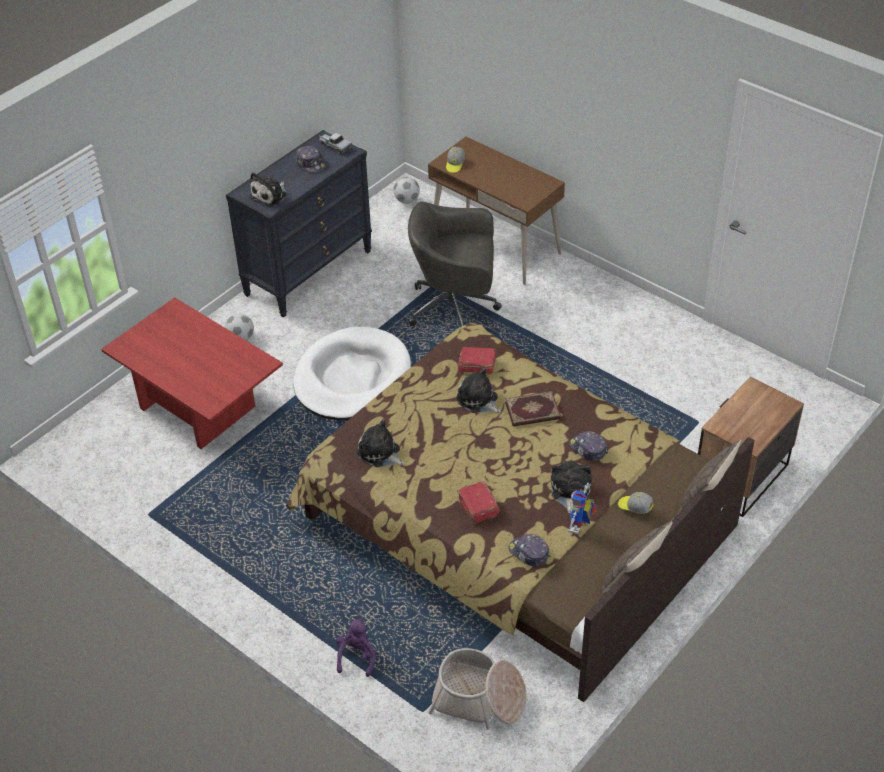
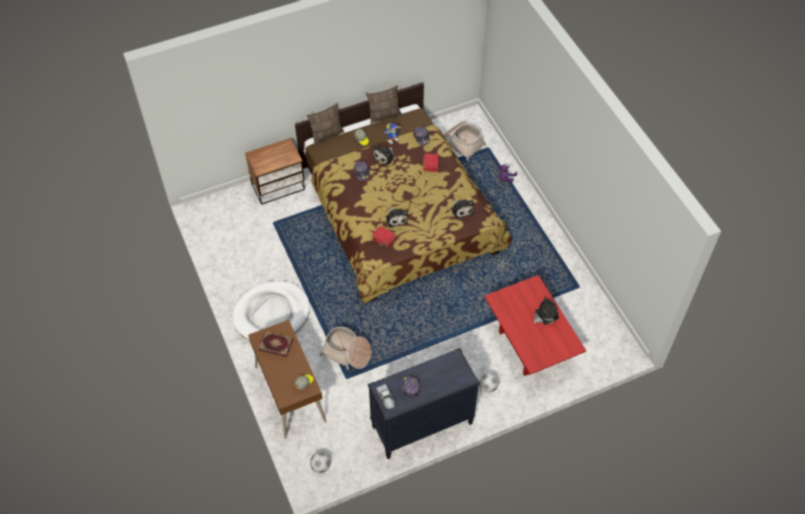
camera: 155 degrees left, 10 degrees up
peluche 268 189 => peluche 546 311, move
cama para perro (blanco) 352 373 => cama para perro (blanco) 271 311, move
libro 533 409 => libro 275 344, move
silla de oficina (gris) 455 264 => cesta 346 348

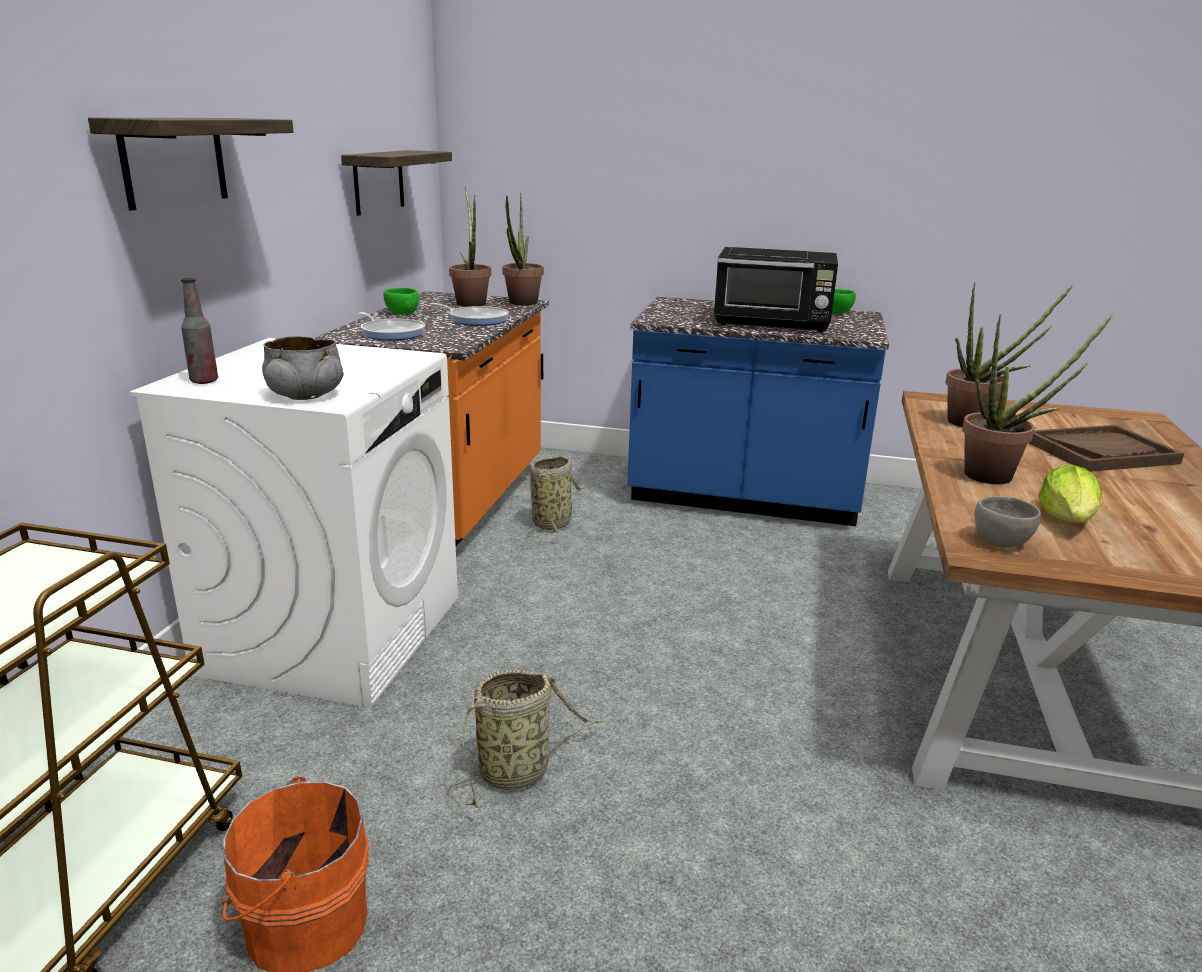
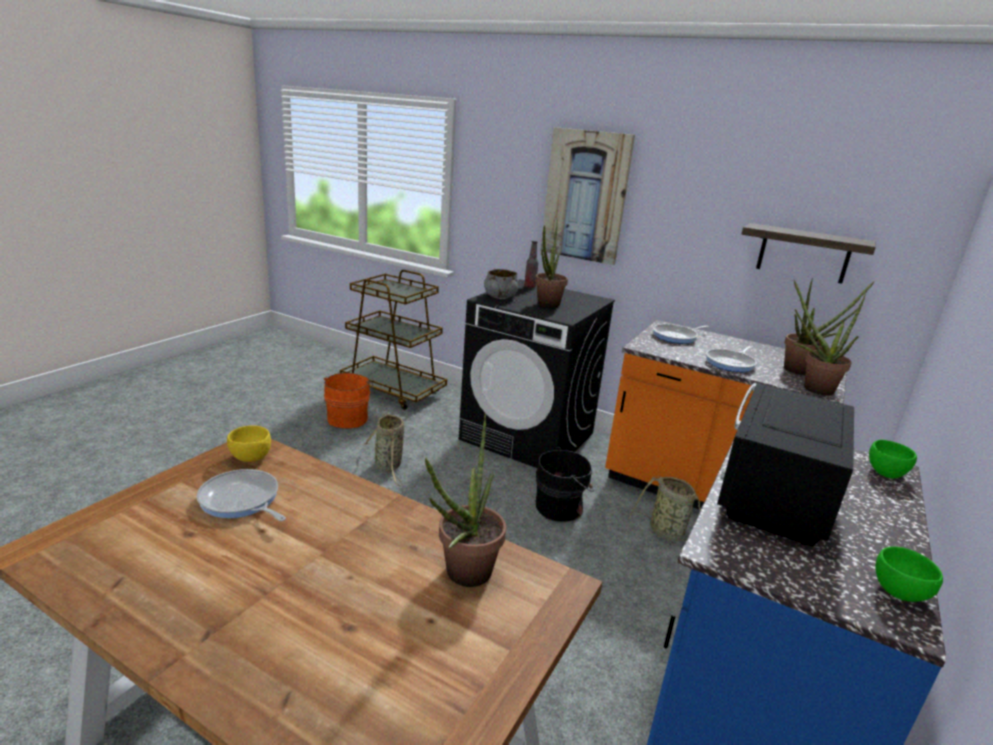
camera: 105 degrees right, 0 degrees up
bandeja (marrón) 1107 448 => nothing
nothing => cubo (negro) 565 484
cuenco (verde) 401 301 => cuenco (verde) 893 459, move
planta en maceta 1037 398 => planta en maceta 551 264, move
estante 191 164 => cuadro 588 196
lechuga 1070 493 => sartén 241 495
lavadora (blanco) 293 523 => lavadora (negro) 537 373
cuenco (gris) 1007 522 => cuenco (amarillo) 249 443

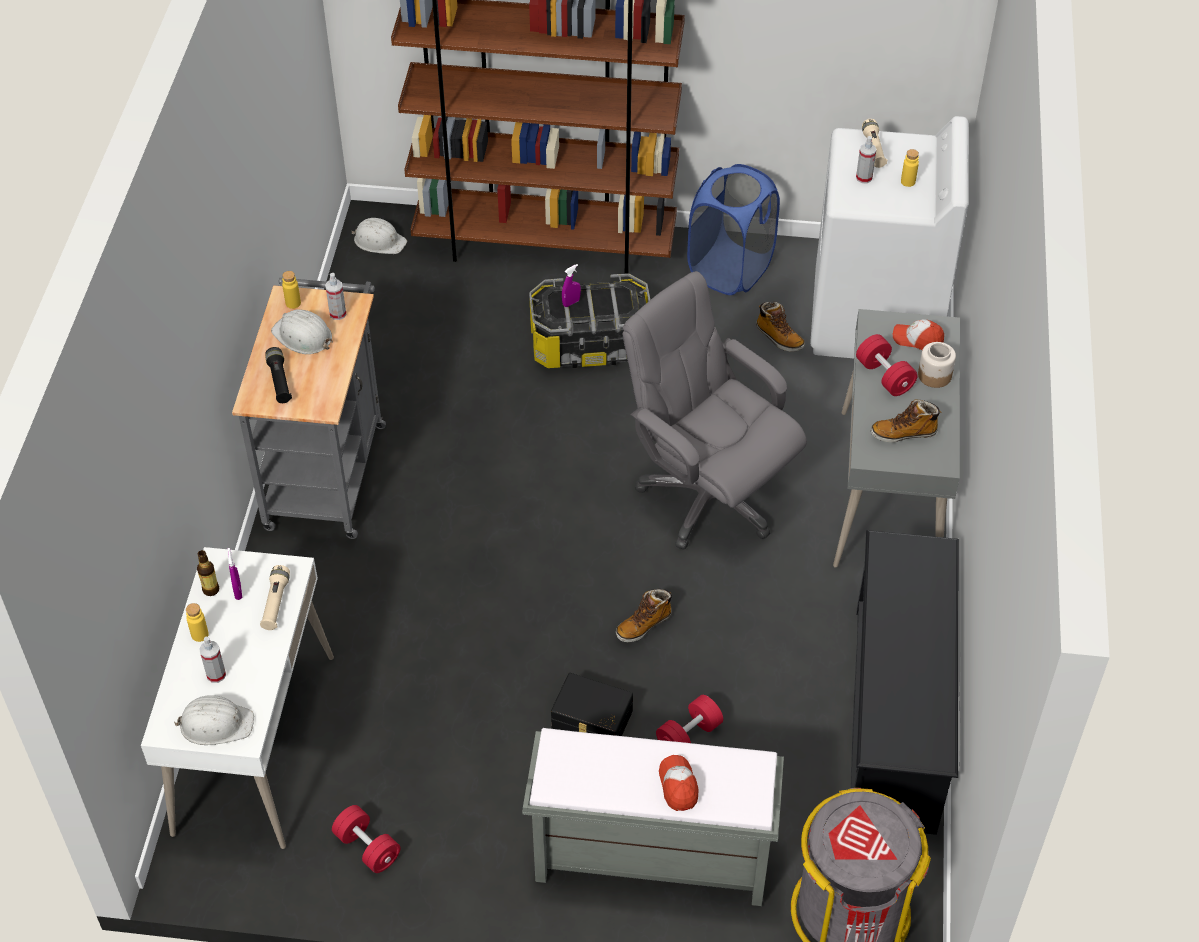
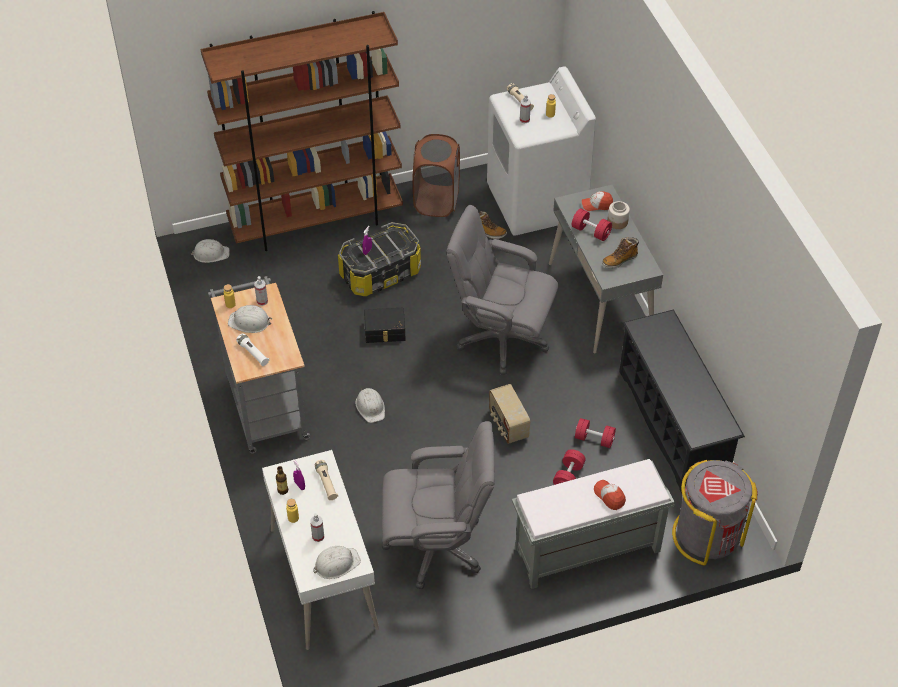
camera: 25 degrees left, 0 degrees up
nothing => casco (blanco) 370 405
nothing => silla de oficina (gris) 438 505
mancuerna (rojo) 366 839 => mancuerna (rojo) 595 433, move
caja de almacenaje (negro) 592 704 => caja de almacenaje (negro) 385 325, move
bota 644 615 => radio 509 414
linterna (negro) 278 375 => linterna (blanco) 252 350
cesto de la ropa (azul) 733 229 => cesto de la ropa (marrón) 436 175

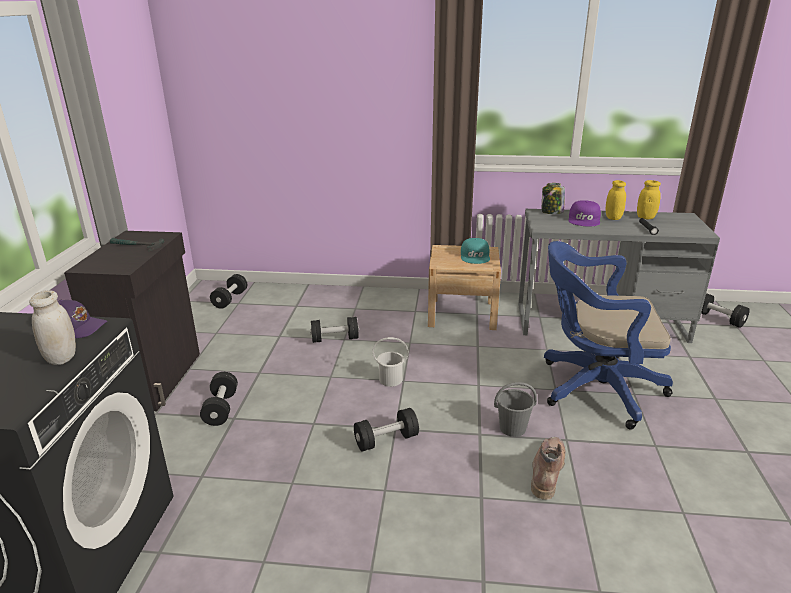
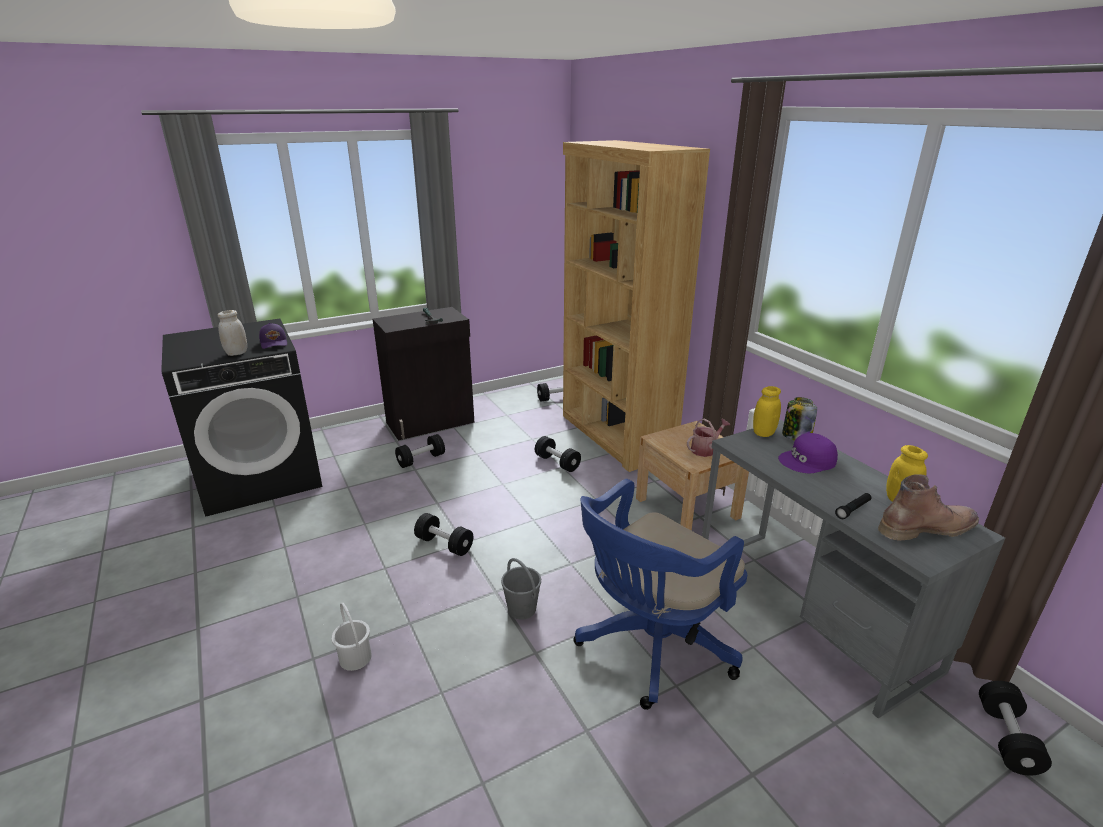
camera: 55 degrees right, 0 degrees up
nothing => estantería (marrón) 636 306
cubo (blanco) 390 362 => cubo (blanco) 351 637, move
bota (marrón) 548 468 => bota (marrón) 928 507, move
tarro (amarillo) 616 200 => tarro (amarillo) 767 411, move
gorra (turquesa) 475 251 => regadera 708 437
silla de oficina (azul) 608 335 => silla de oficina (azul) 660 594, 105 degrees counterclockwise

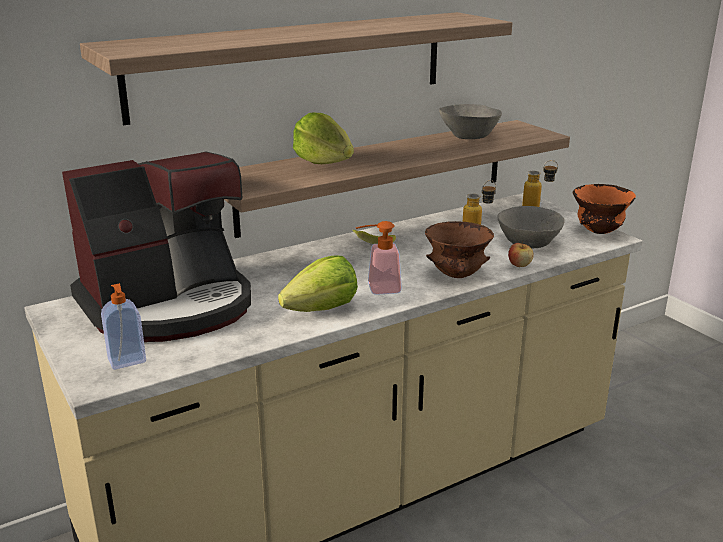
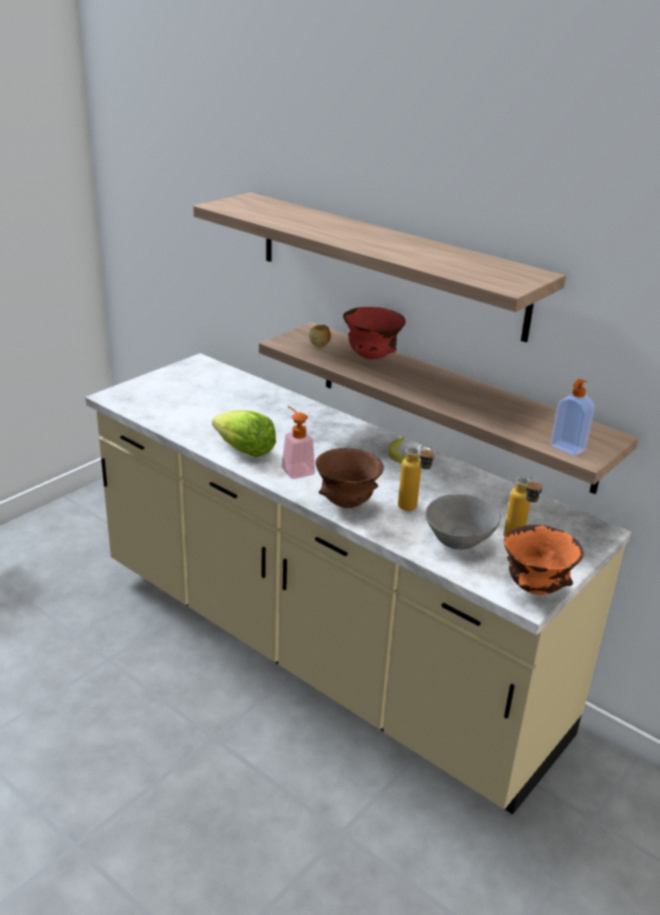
camera: 70 degrees right, 5 degrees up
cafetera 156 247 => nothing
cuenco (gris) 470 121 => nothing
dispensador de jabón 123 326 => dispensador de jabón 572 417, move
manzana 520 254 => manzana 320 336, move
lechuga 323 138 => cuenco (rojo) 374 333

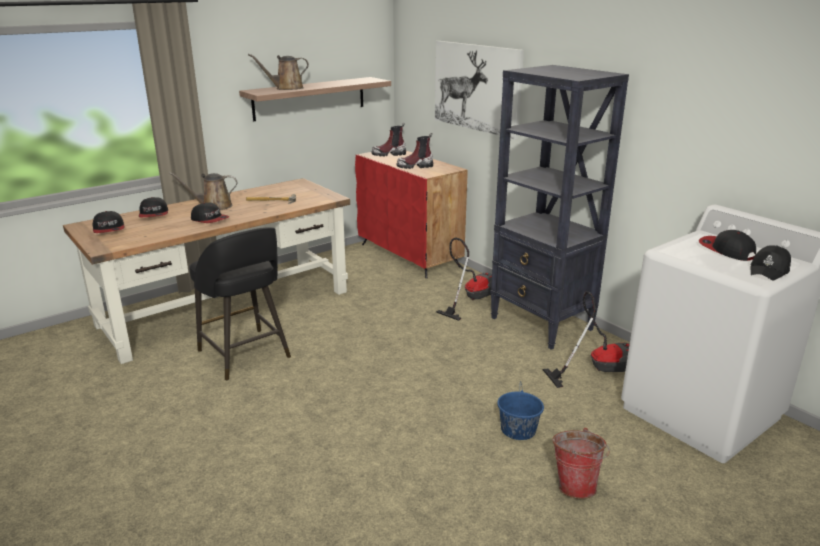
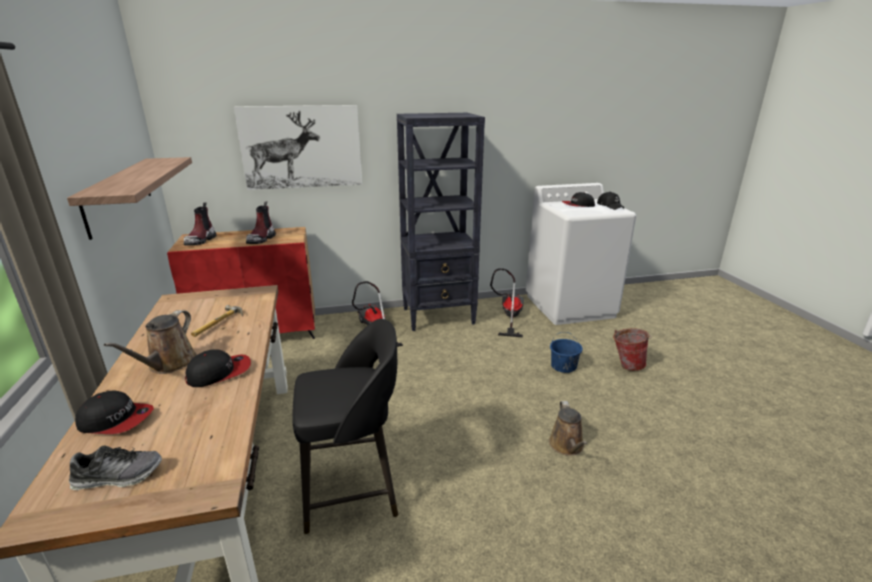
camera: 65 degrees left, 0 degrees up
regadera (marrón) 278 72 => regadera (marrón) 568 428, move
gorra 108 222 => zapato 115 467

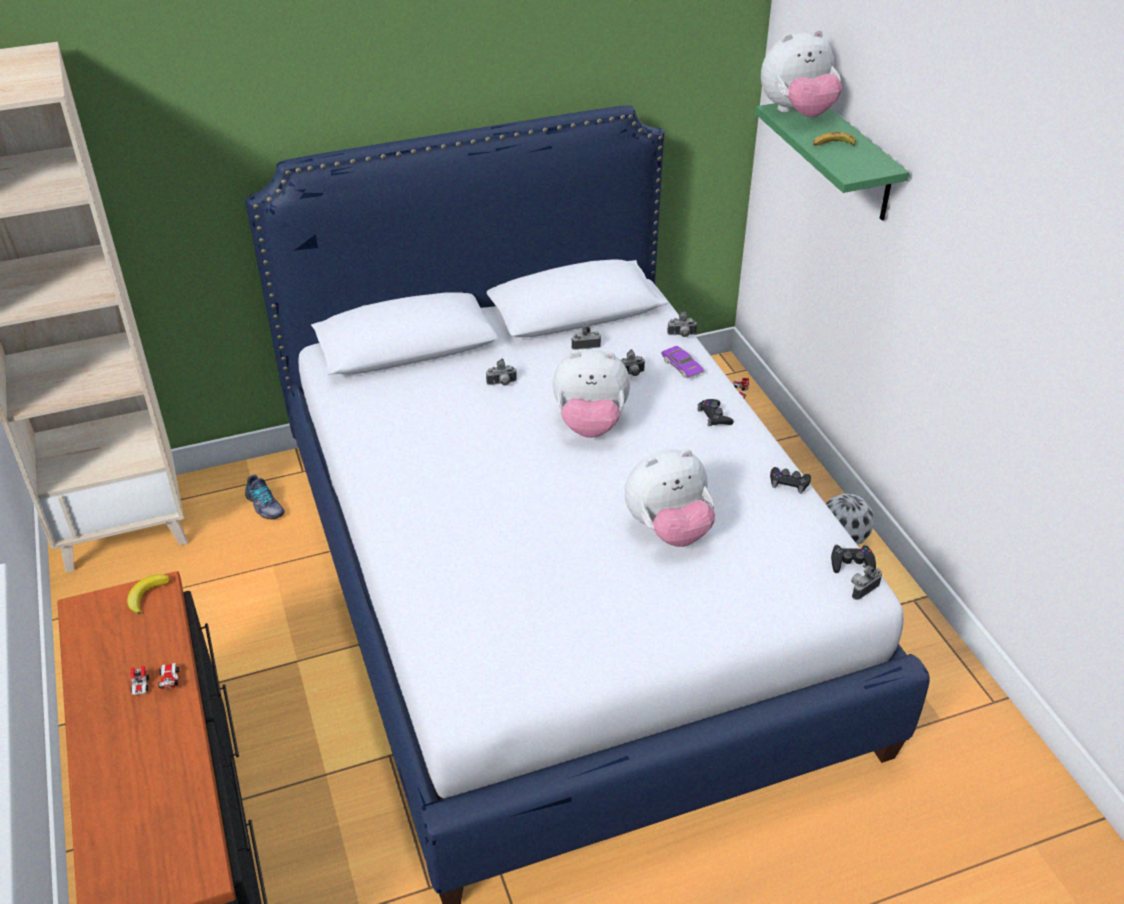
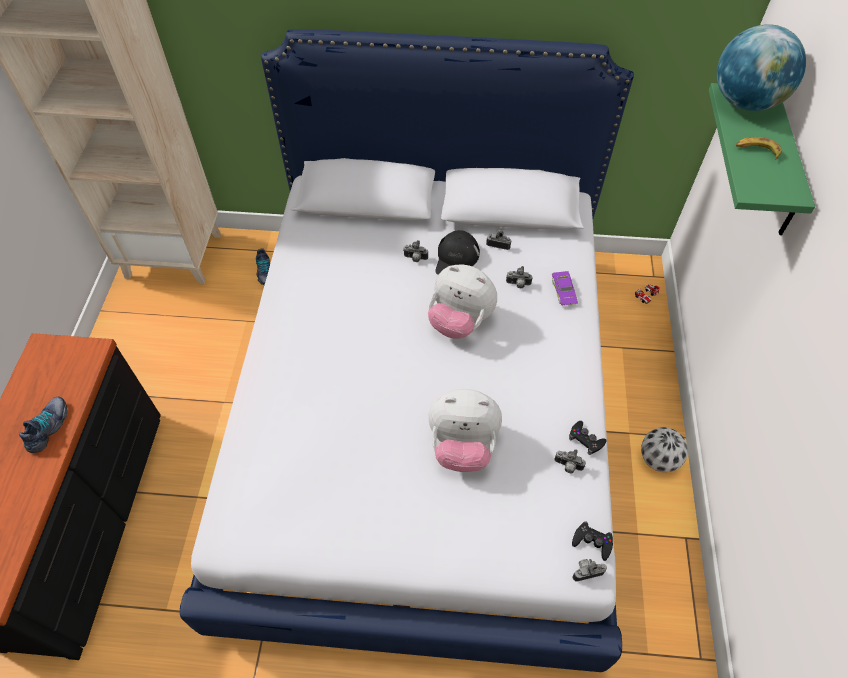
camera: 25 degrees right, 15 degrees up
plátano 148 594 => nothing
mando de consola (negro) 716 412 => nothing
nothing => gorra (negro) 457 252
cámara 682 324 => cámara 570 461, move
coche de juguete 154 679 => zapato 43 425
peluche 801 73 => globo terráqueo 761 67

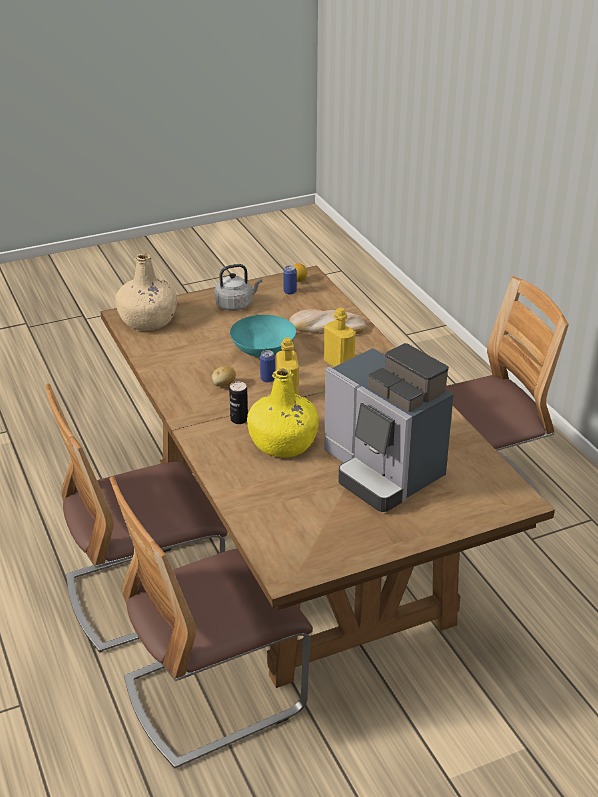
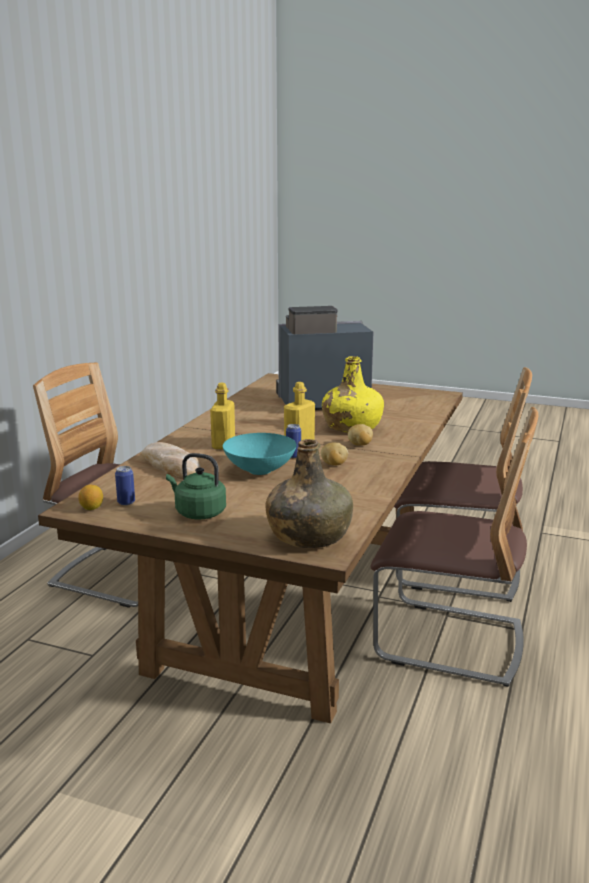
camera: 135 degrees left, 15 degrees down
lata 238 403 => patata 360 435
botella (beis) 146 292 => botella (verde) 309 493
hervidor (gris) 238 287 => hervidor (verde) 196 486
cafetera 389 427 => cafetera 324 358, 105 degrees counterclockwise

